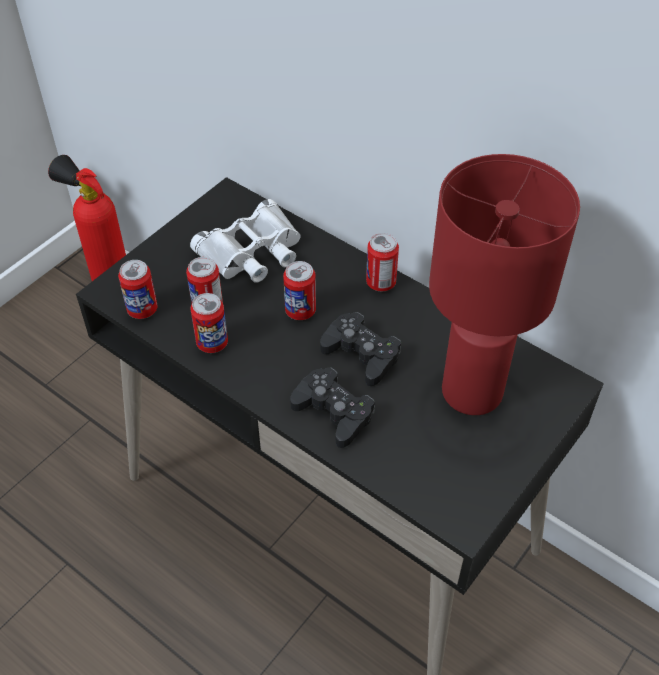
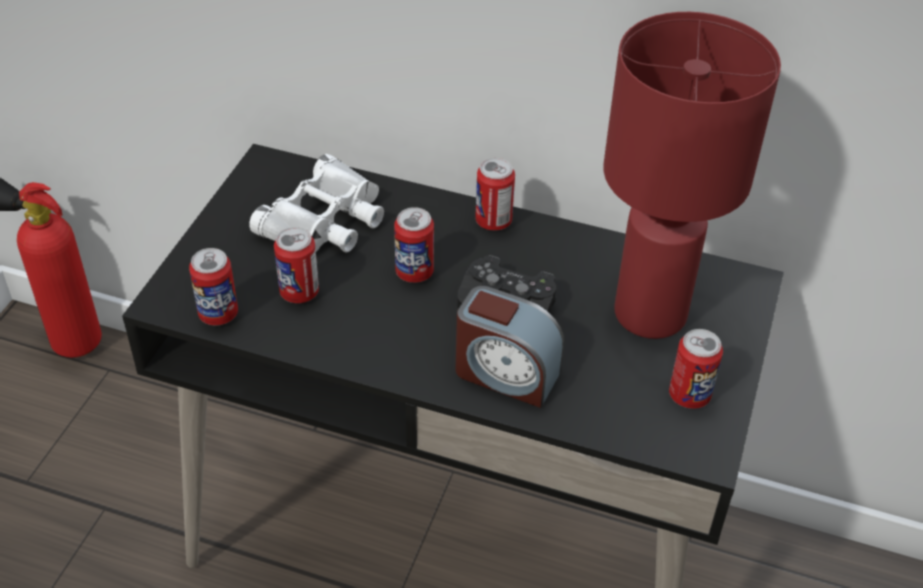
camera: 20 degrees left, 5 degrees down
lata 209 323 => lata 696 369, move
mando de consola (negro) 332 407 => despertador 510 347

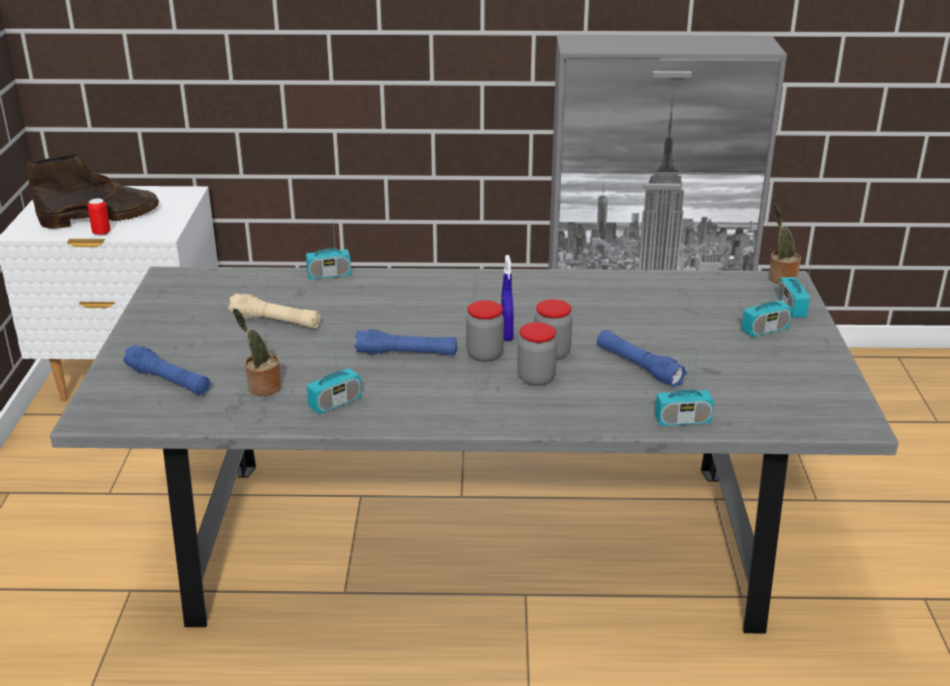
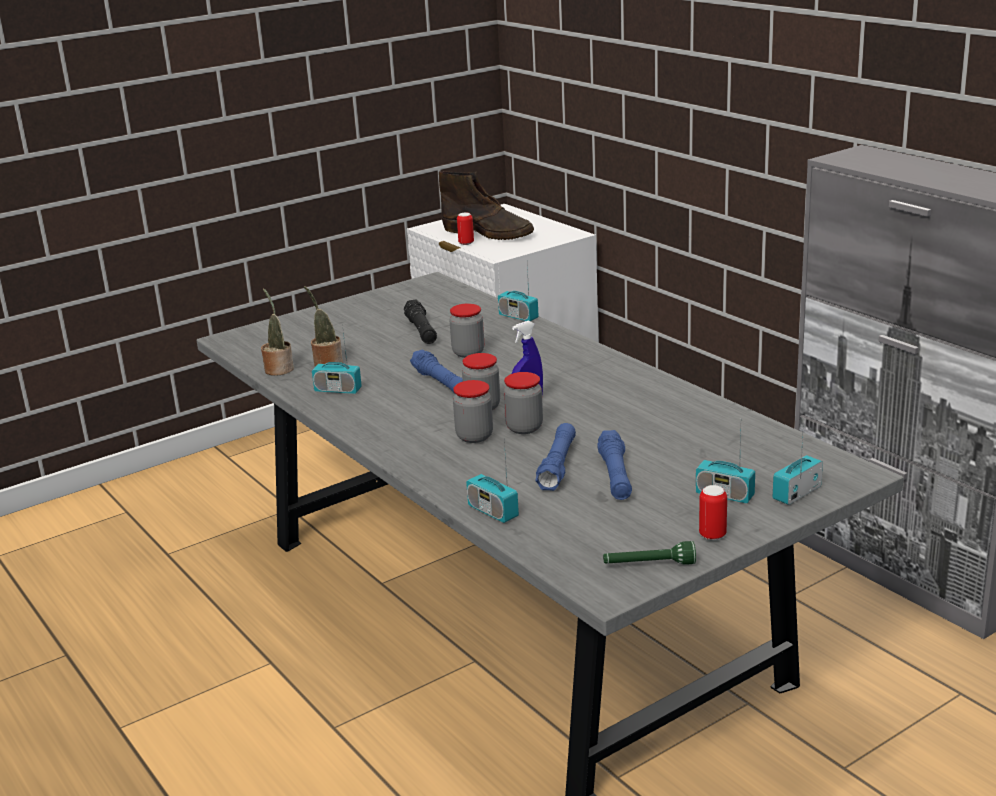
camera: 55 degrees right, 5 degrees down
nothing => tarro 466 330
nothing => linterna (verde) 649 553
nothing => lata 713 512
linterna (azul) 166 370 => linterna (azul) 614 465, move
planta en maceta 785 244 => planta en maceta 277 332, move
linterna (beis) 274 311 => linterna (negro) 420 322

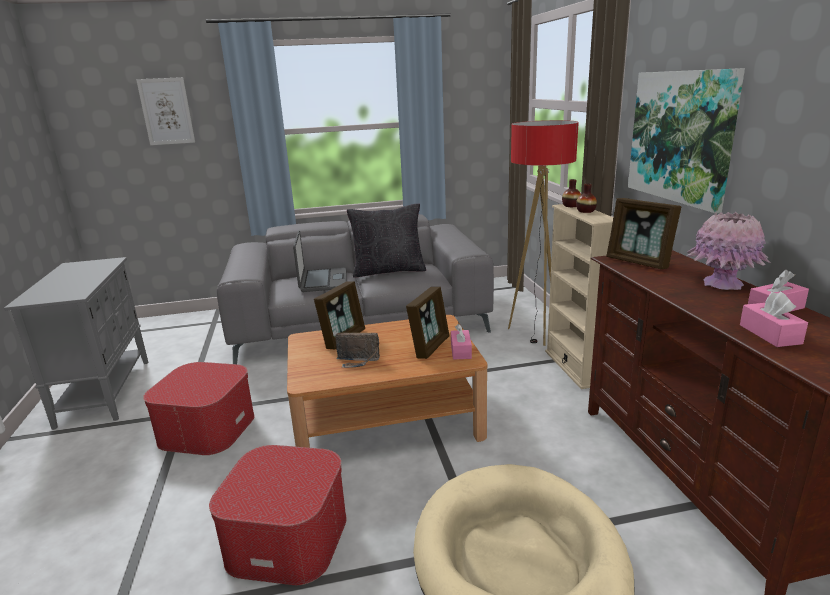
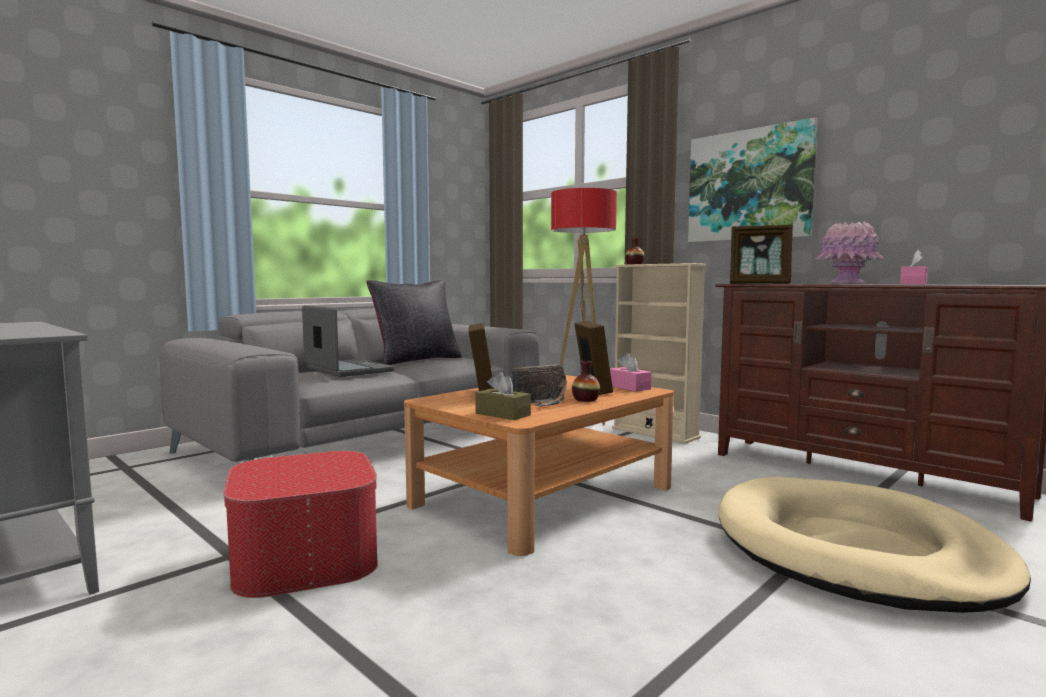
camera: 35 degrees left, 15 degrees down
cuadro 165 111 => nothing
puf 278 515 => nothing
caja de pañuelos (rosa) 774 319 => nothing
nothing => caja de pañuelos (marrón) 503 396
florero 586 198 => florero 586 381, move

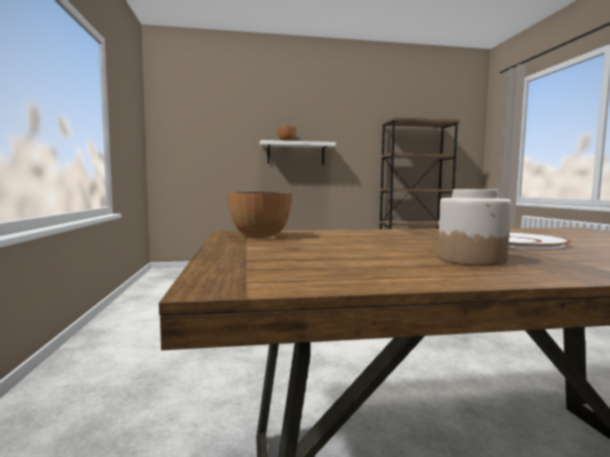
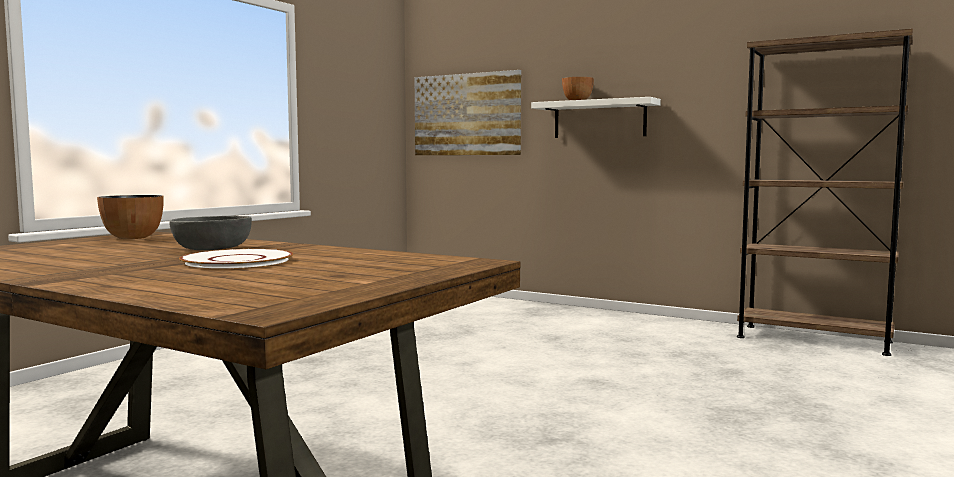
camera: 40 degrees right, 0 degrees up
tarro 474 227 => nothing
nothing => cuenco (gris) 210 233
nothing => cuadro 468 112

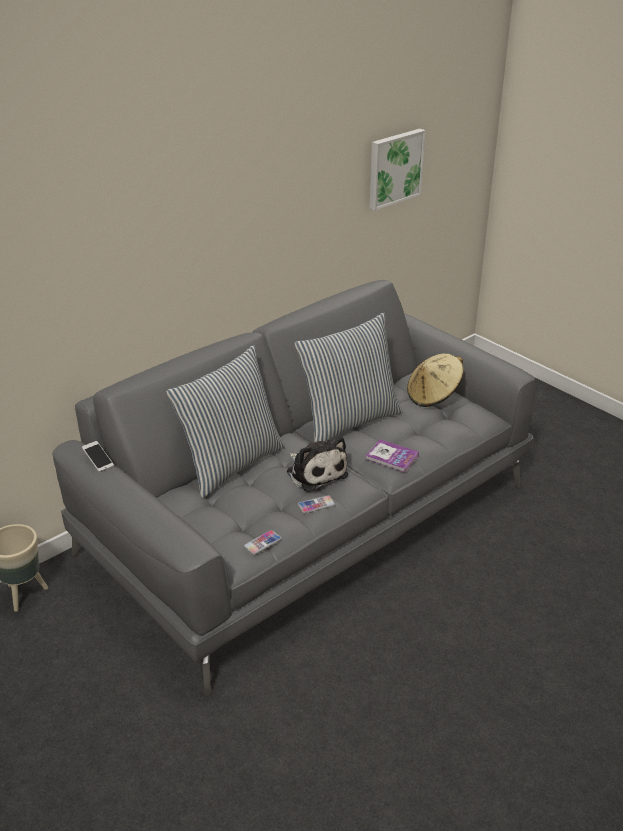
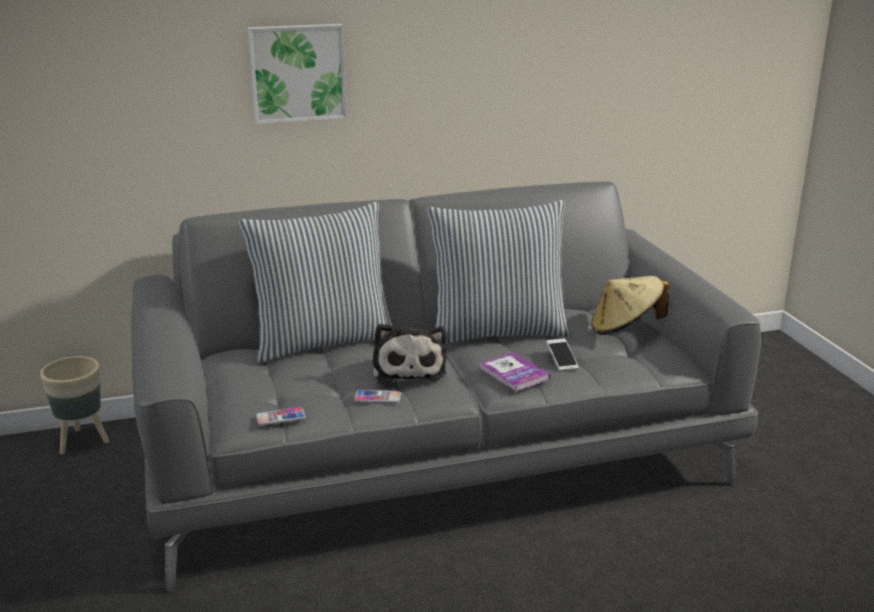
camera: 25 degrees right, 10 degrees down
móvil 98 456 => móvil 562 354, move
cuadro 397 170 => cuadro 297 74, move

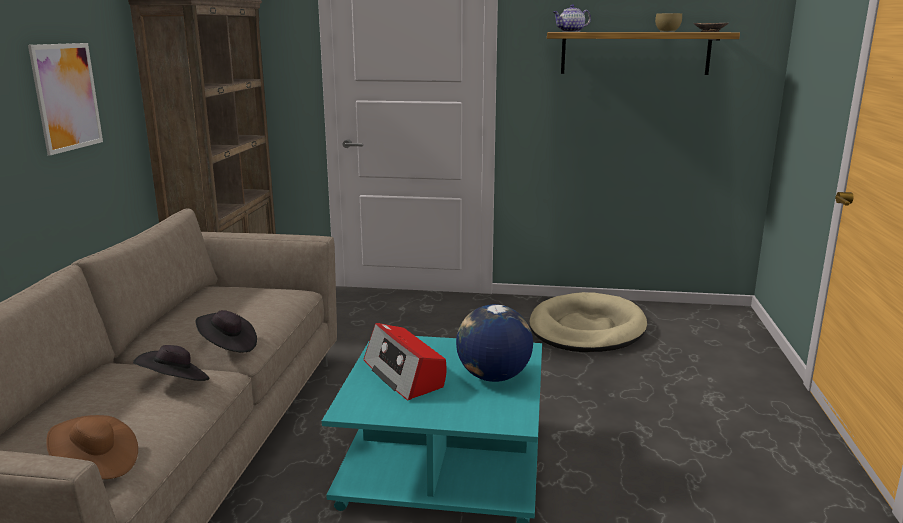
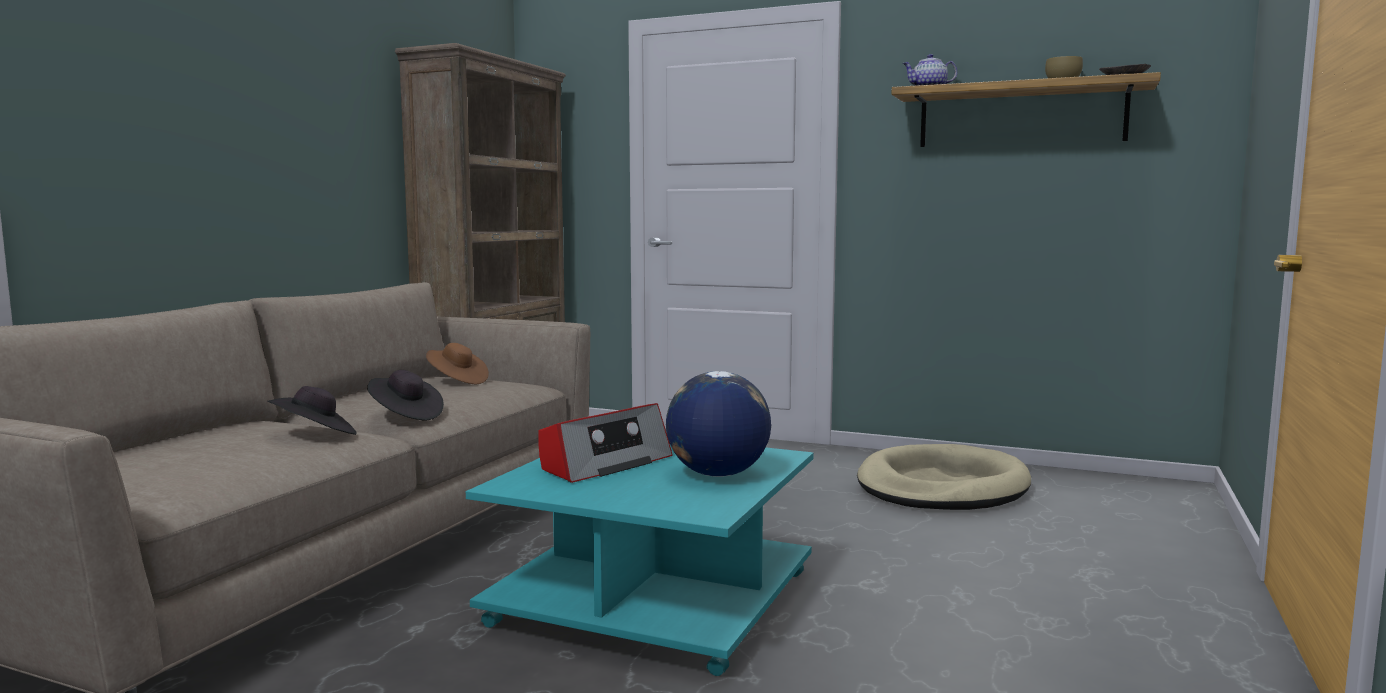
camera: 15 degrees right, 10 degrees down
cuadro 65 99 => nothing
sombrero (marrón) 92 447 => sombrero (marrón) 457 363, move
radio 405 362 => radio 606 443, 120 degrees counterclockwise

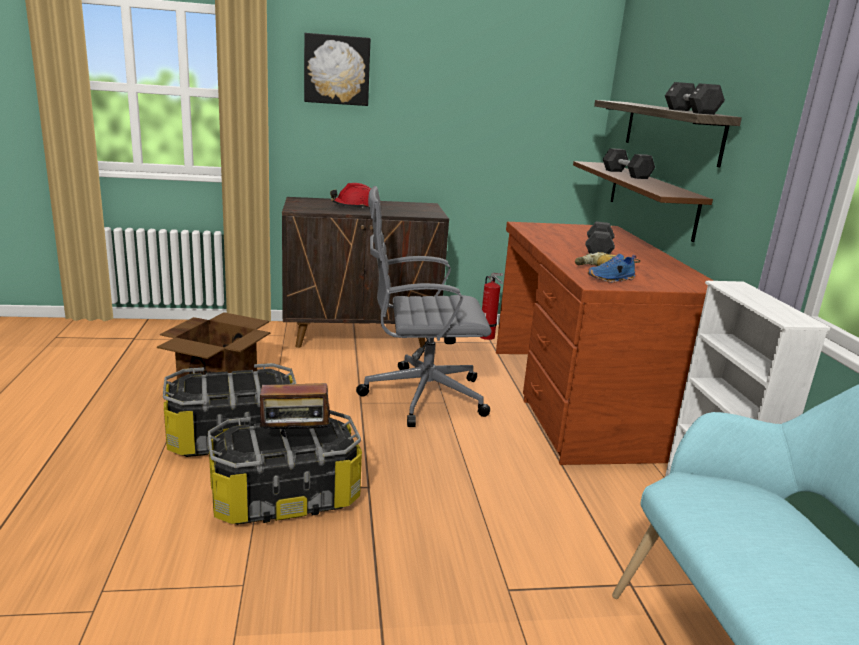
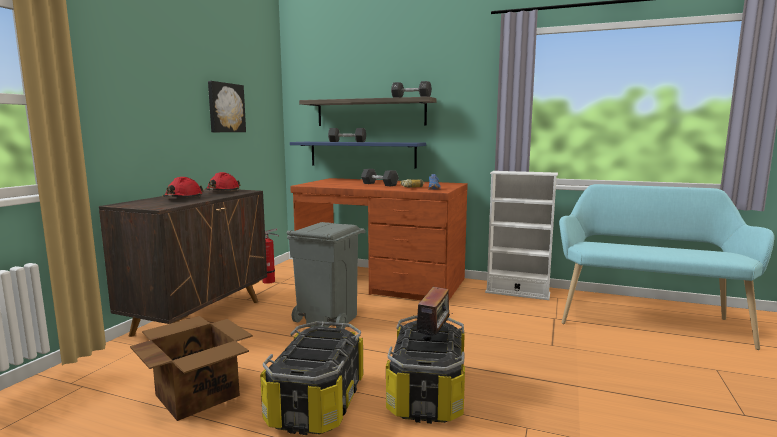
camera: 60 degrees left, 10 degrees down
nothing => casco (rojo) 222 181
cuadro 337 69 => cuadro 227 106, move
silla de oficina (gris) 424 306 => papelera (gris) 326 275
estante (marrón) 643 201 => estante (azul) 358 155

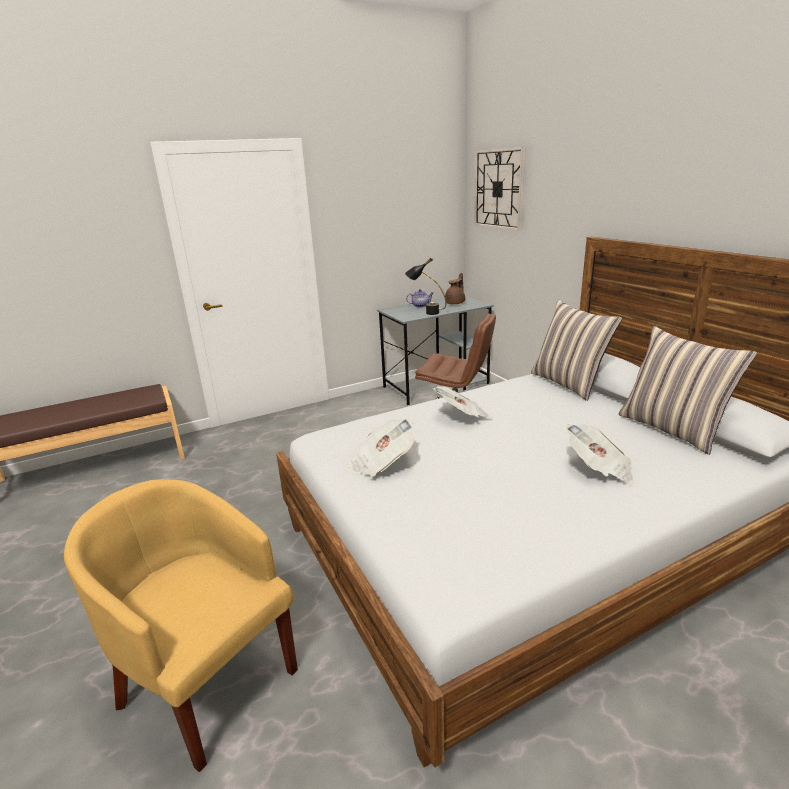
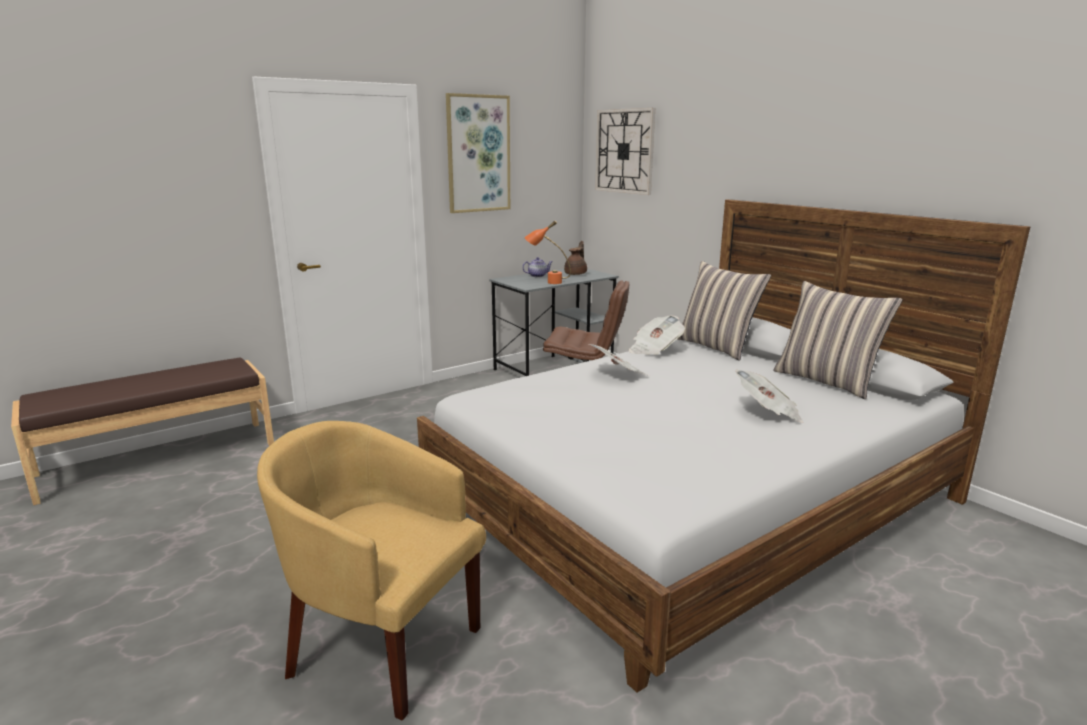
camera: 10 degrees left, 5 degrees down
nothing => cuadro 478 153
periódico 381 448 => periódico 657 335, move
lámpara de mesa (negro) 425 286 => lámpara de mesa (naranja) 548 252

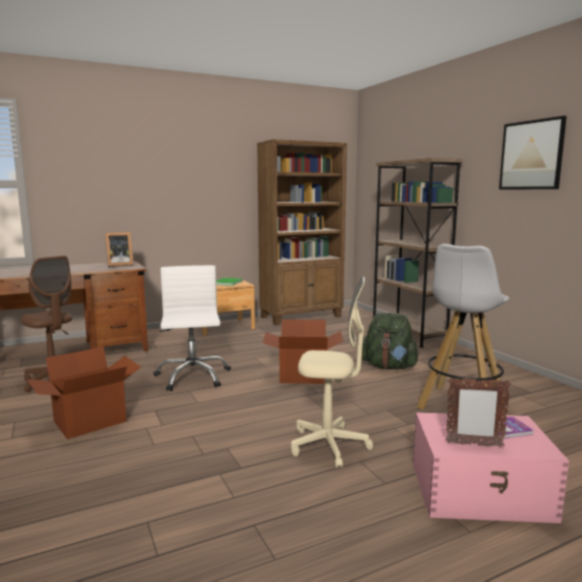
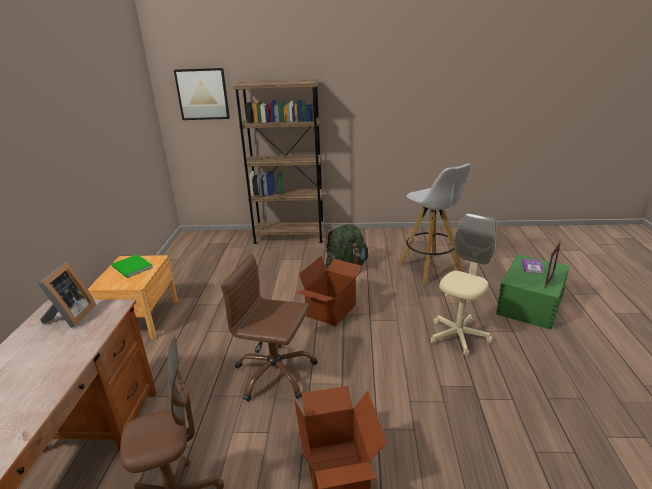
camera: 60 degrees left, 15 degrees up
estantería (marrón) 302 232 => nothing
cuadro 533 153 => cuadro 202 94, move
silla de oficina (blanco) 192 328 => silla de oficina (marrón) 269 327
caja de almacenaje (rosa) 491 467 => caja de almacenaje (verde) 532 292

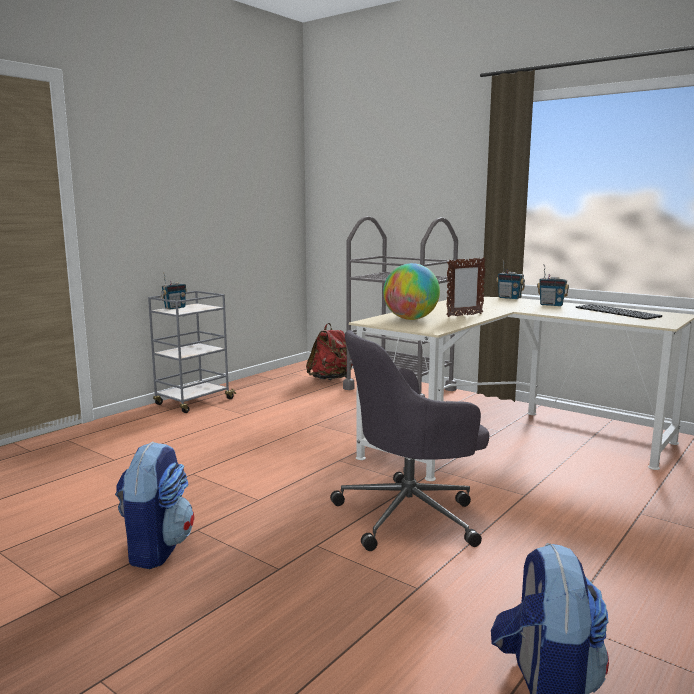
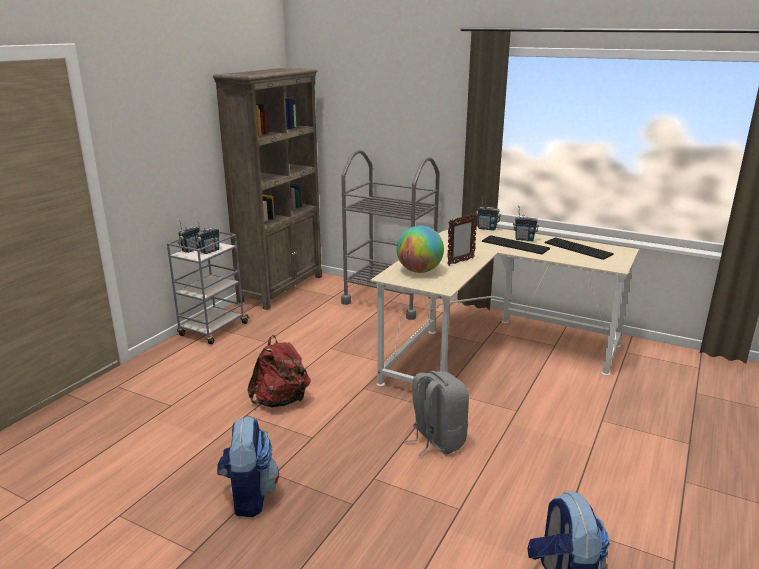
camera: 10 degrees left, 10 degrees up
nothing => radio 208 237
nothing => estantería (marrón) 267 189
nothing => teclado 516 244
mochila (rojo) 329 351 => mochila (rojo) 278 371, move
silla de oficina (gris) 409 440 => mochila (gris) 436 413

